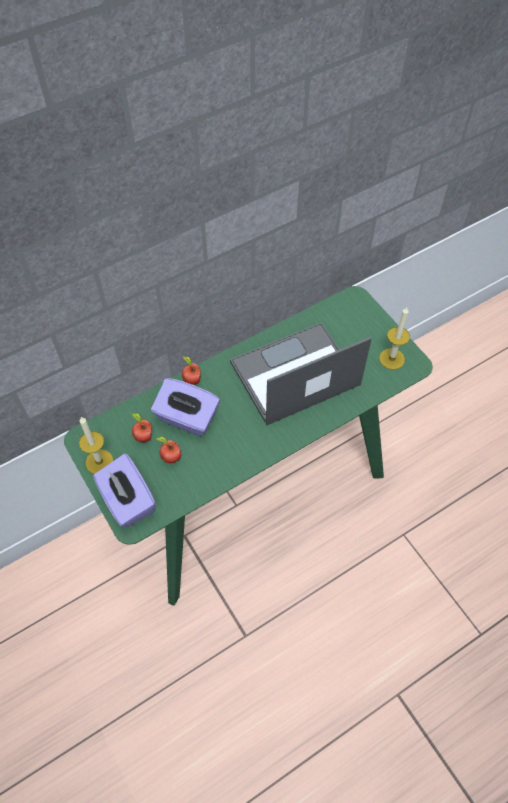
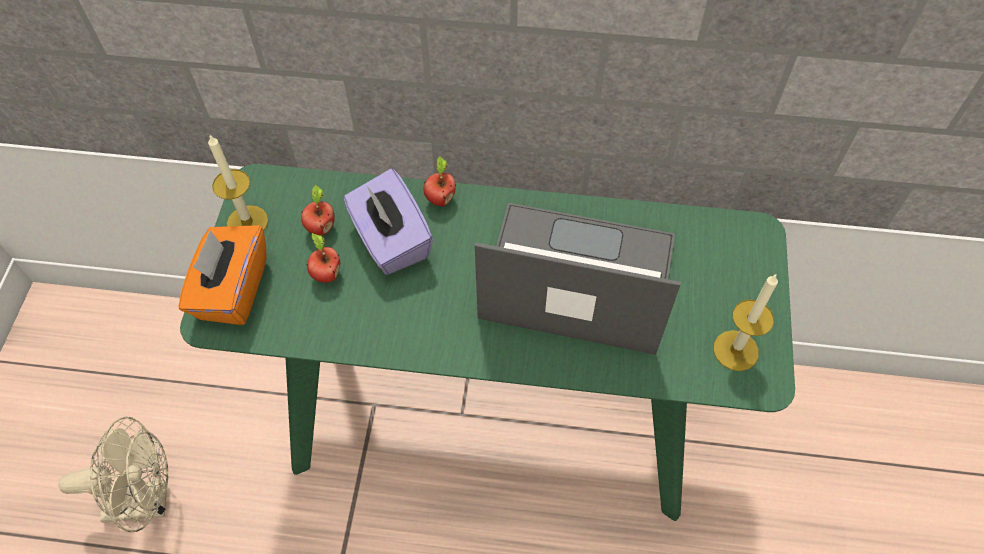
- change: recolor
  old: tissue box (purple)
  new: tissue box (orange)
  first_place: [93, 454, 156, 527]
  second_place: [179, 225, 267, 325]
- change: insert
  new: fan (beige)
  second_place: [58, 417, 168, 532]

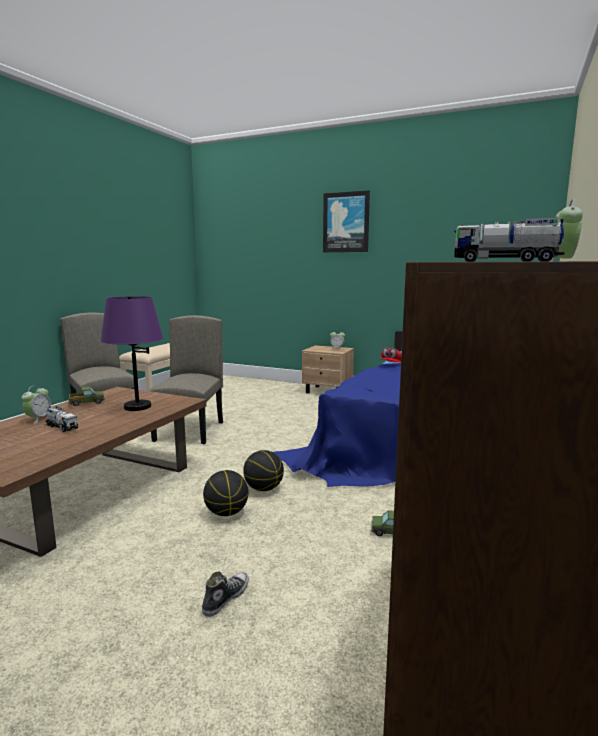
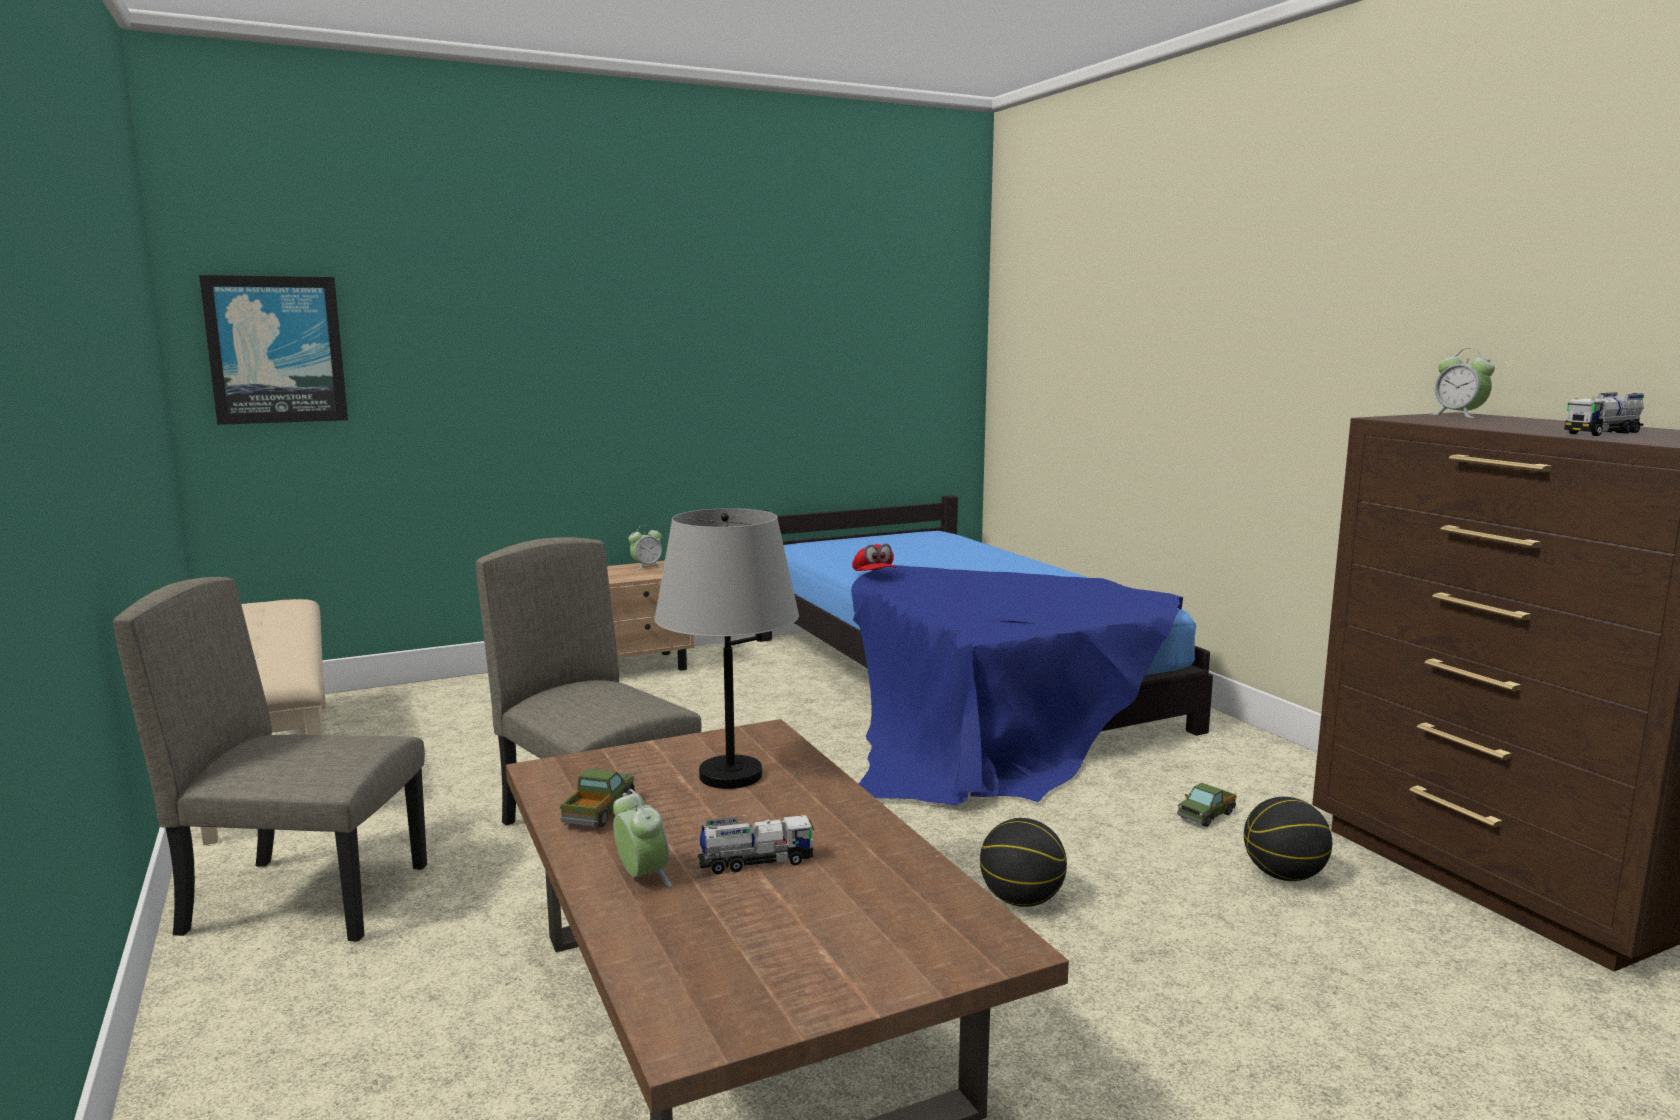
- change: move
  old: picture
  first_place: [323, 190, 370, 252]
  second_place: [199, 275, 348, 425]
- change: recolor
  old: table lamp (purple)
  new: table lamp (grey)
  first_place: [101, 296, 163, 411]
  second_place: [654, 508, 799, 789]
- change: move
  old: basketball
  first_place: [243, 450, 284, 491]
  second_place: [1244, 797, 1332, 881]
- change: delete
  old: shoe
  first_place: [202, 571, 249, 617]

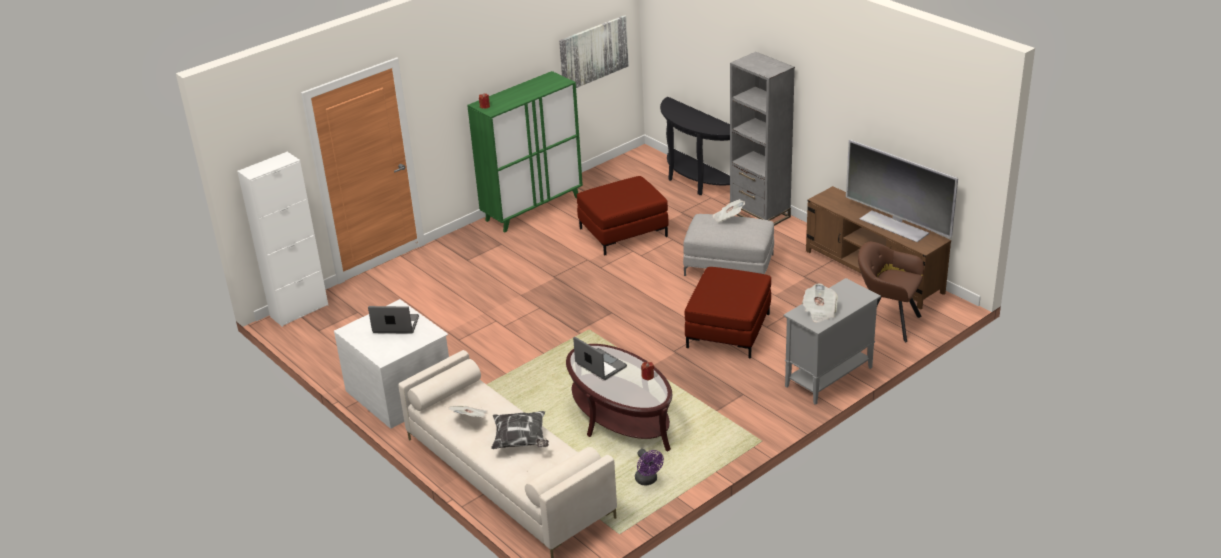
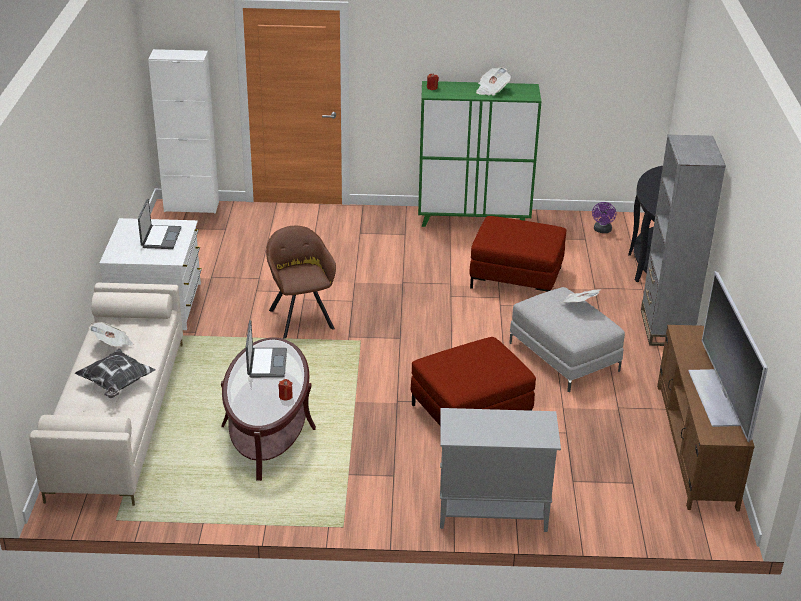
- change: delete
  old: picture
  first_place: [559, 15, 629, 88]
- change: move
  old: armchair (brown)
  first_place: [858, 242, 924, 342]
  second_place: [266, 226, 336, 338]
- change: move
  old: newspaper
  first_place: [802, 283, 838, 322]
  second_place: [476, 67, 511, 96]
- change: rotate
  old: laptop
  first_place: [368, 306, 419, 334]
  second_place: [138, 199, 182, 249]
  degrees: 45
- change: move
  old: fan (purple)
  first_place: [635, 449, 664, 485]
  second_place: [592, 202, 616, 233]

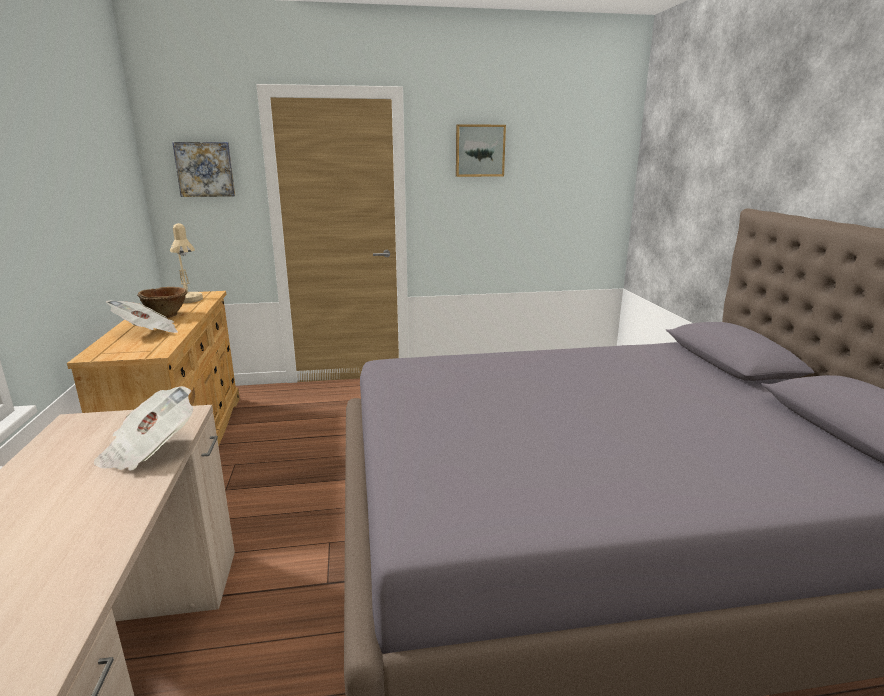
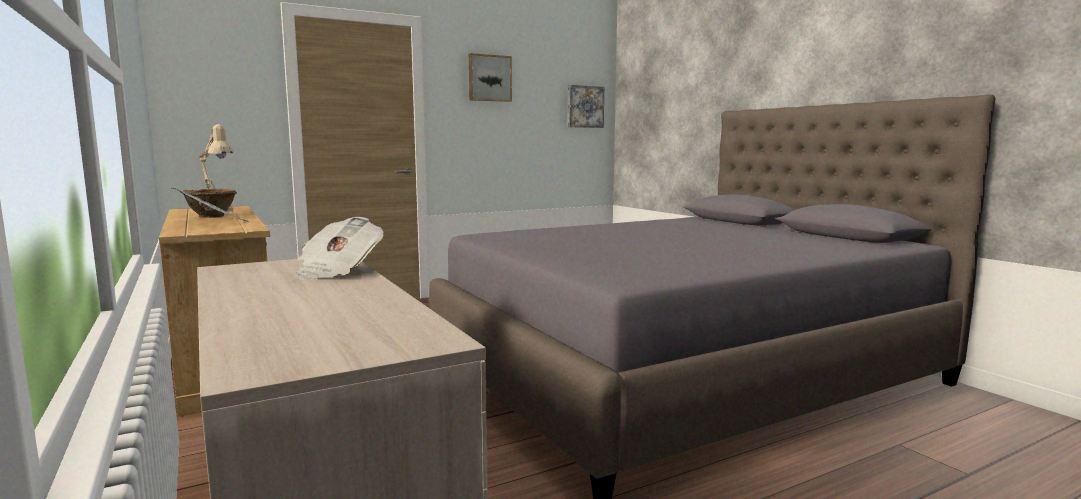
- change: move
  old: picture
  first_place: [172, 142, 235, 197]
  second_place: [568, 85, 604, 128]

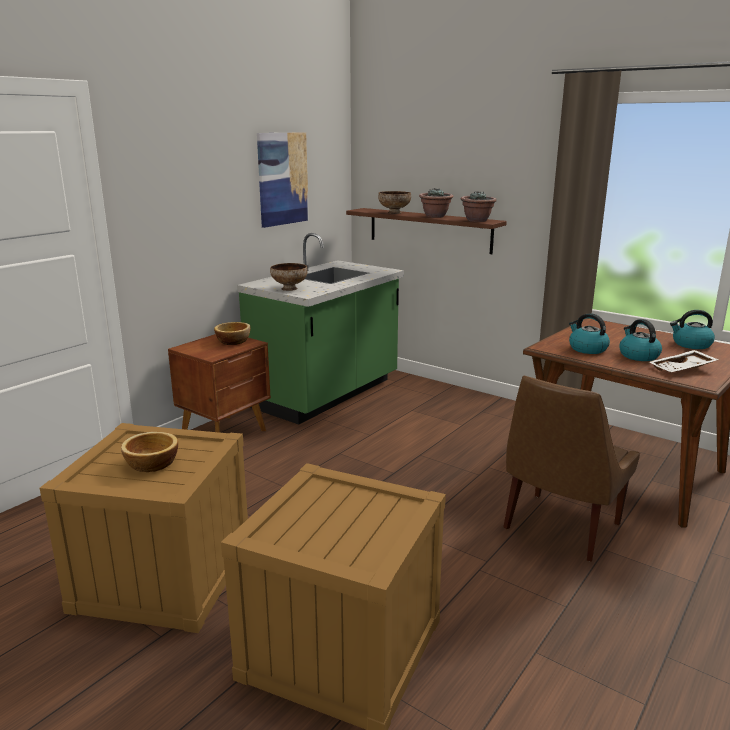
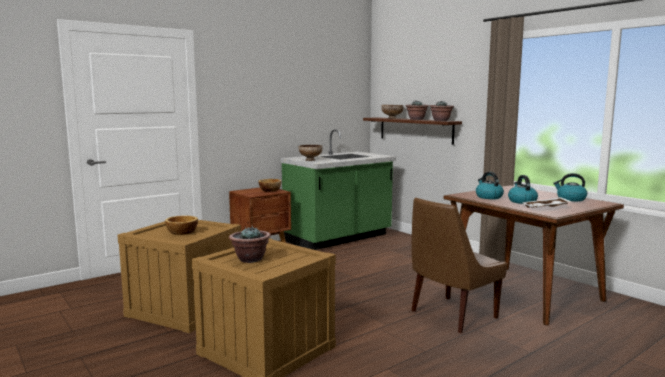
- change: delete
  old: picture
  first_place: [257, 132, 309, 228]
- change: insert
  new: potted plant
  second_place: [229, 226, 271, 263]

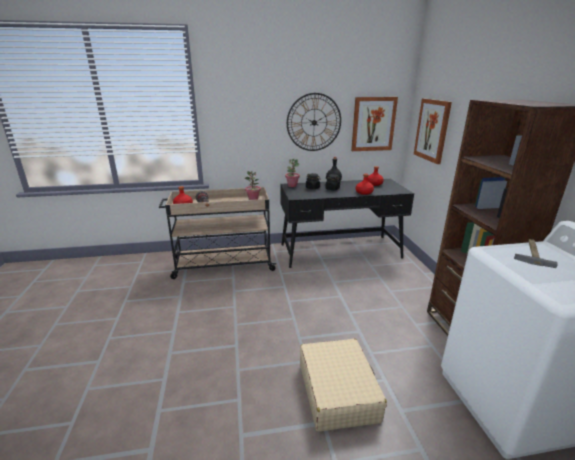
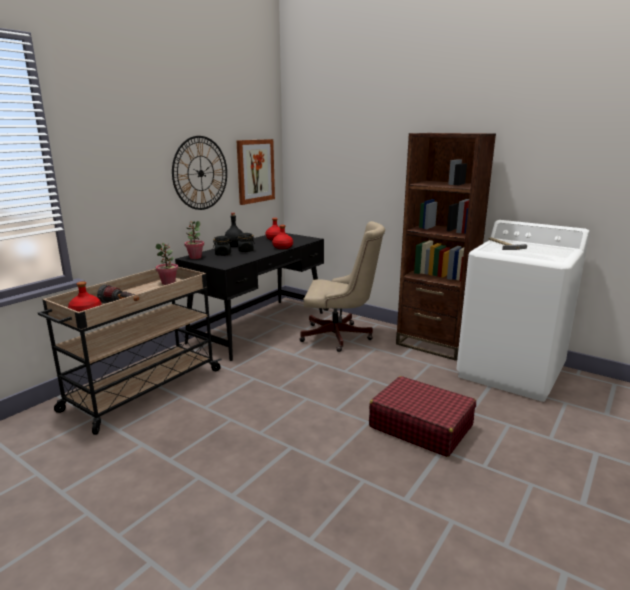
- change: delete
  old: picture
  first_place: [414, 99, 452, 164]
- change: recolor
  old: suitcase (beige)
  new: suitcase (red)
  first_place: [300, 339, 387, 432]
  second_place: [369, 376, 476, 457]
- change: insert
  new: office chair (beige)
  second_place: [300, 221, 385, 352]

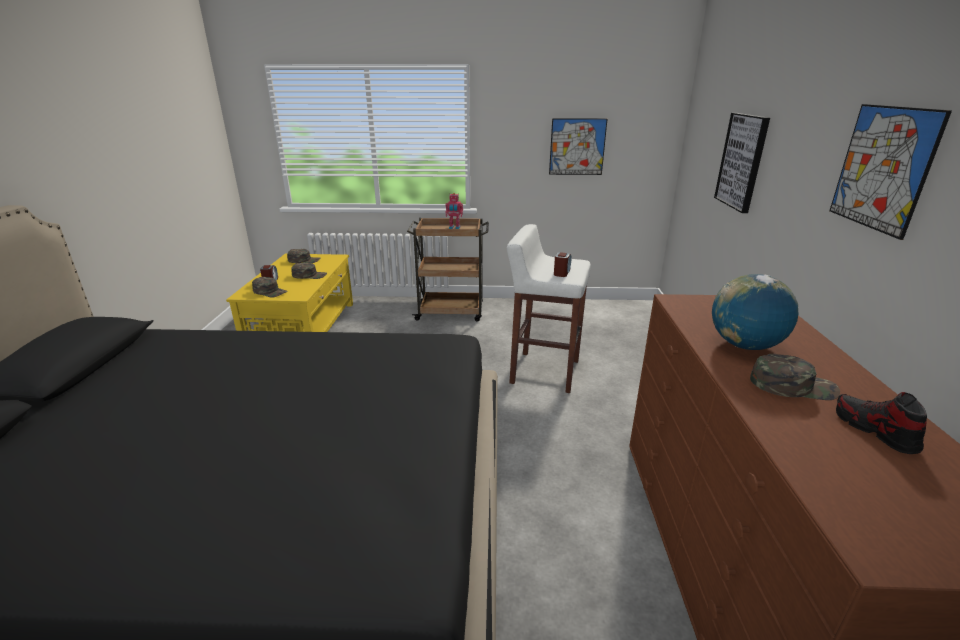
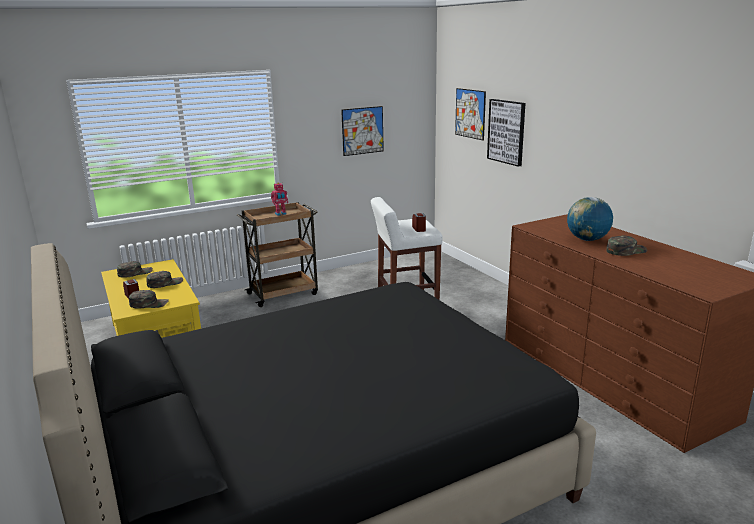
- change: move
  old: picture
  first_place: [830, 104, 952, 240]
  second_place: [455, 88, 486, 141]
- change: delete
  old: shoe
  first_place: [836, 392, 927, 454]

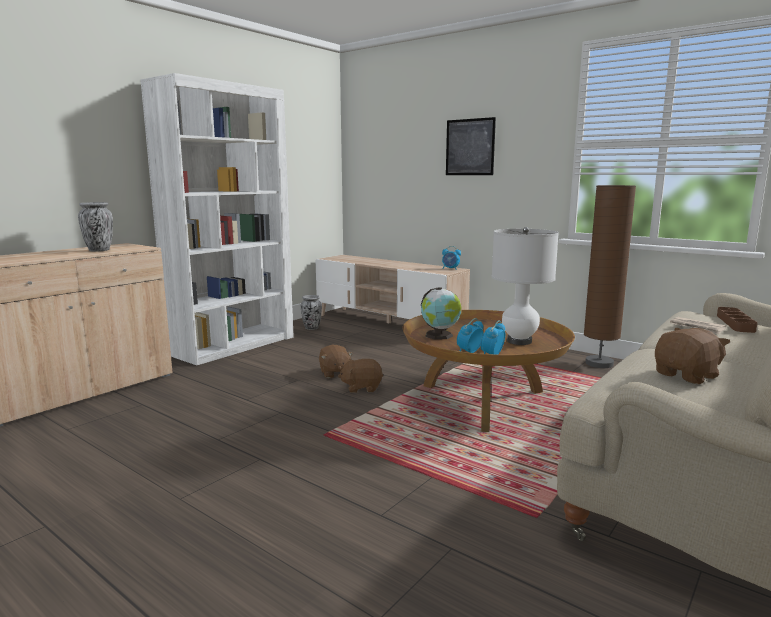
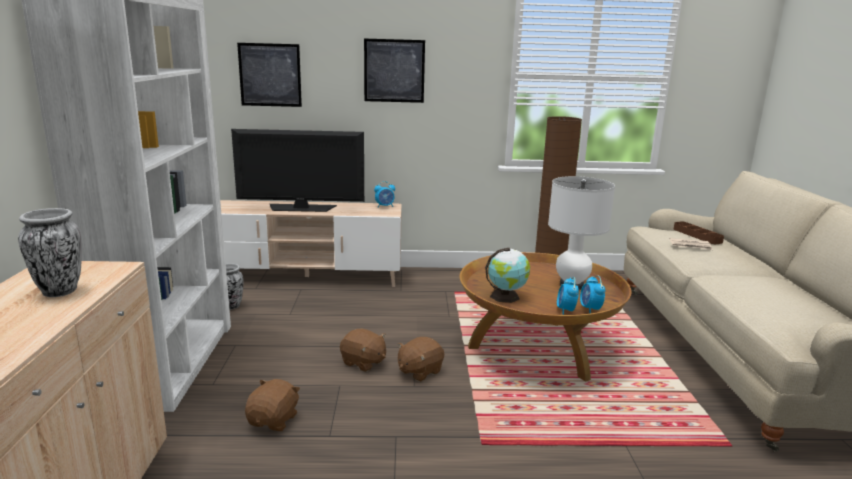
- change: move
  old: plush toy (brown)
  first_place: [655, 328, 730, 384]
  second_place: [245, 379, 300, 431]
- change: insert
  new: picture
  second_place: [237, 43, 302, 107]
- change: insert
  new: television
  second_place: [231, 129, 364, 212]

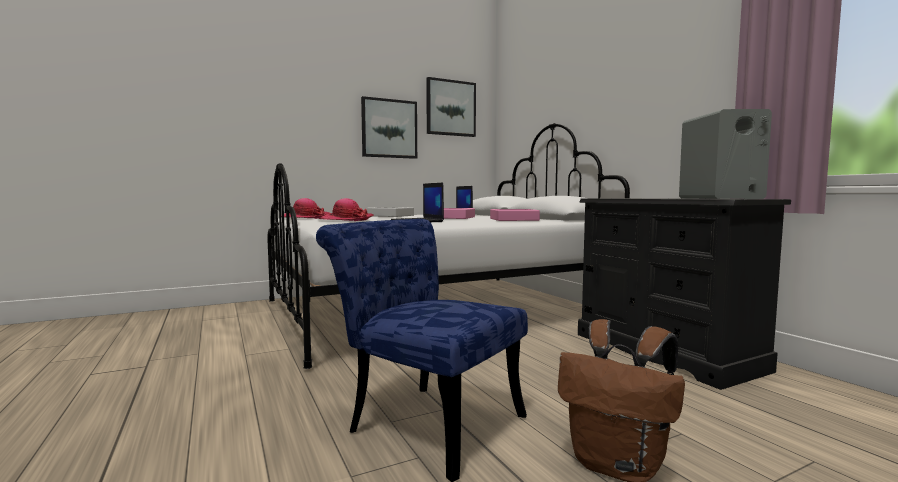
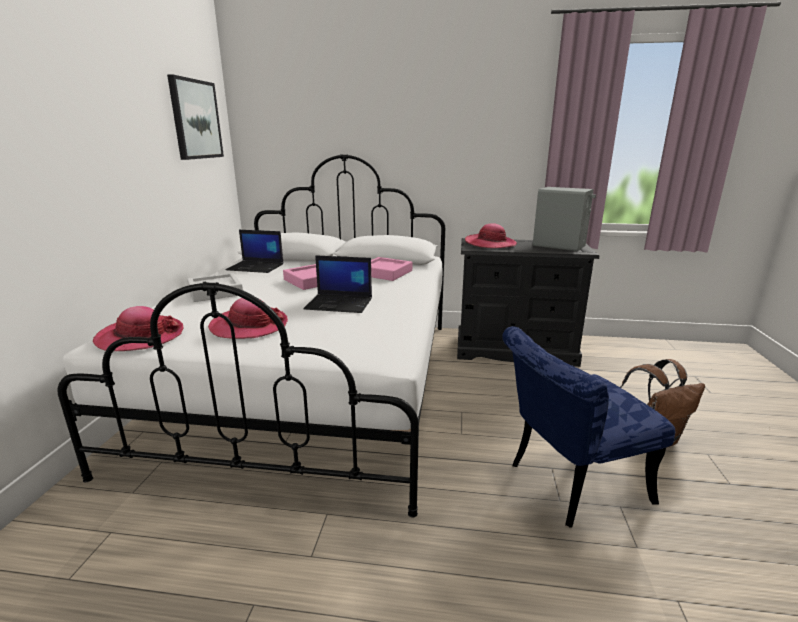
- change: delete
  old: picture
  first_place: [361, 96, 417, 159]
- change: insert
  new: hat
  second_place: [465, 223, 517, 248]

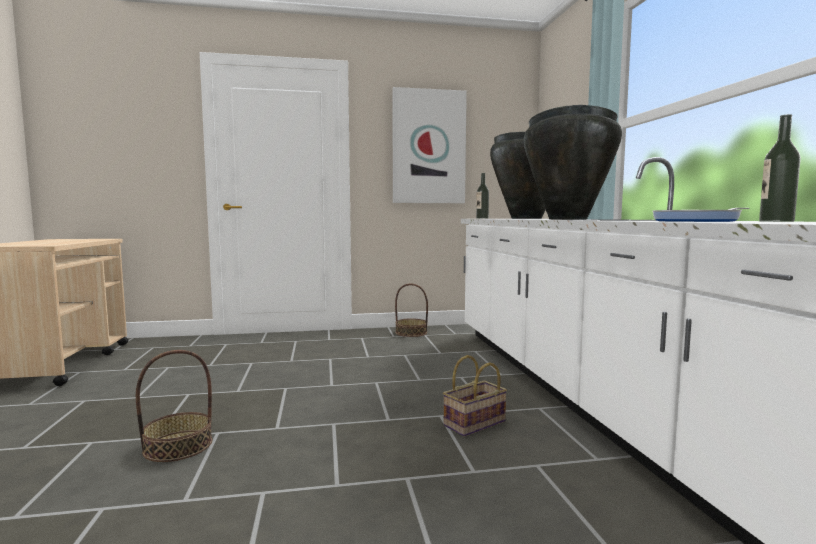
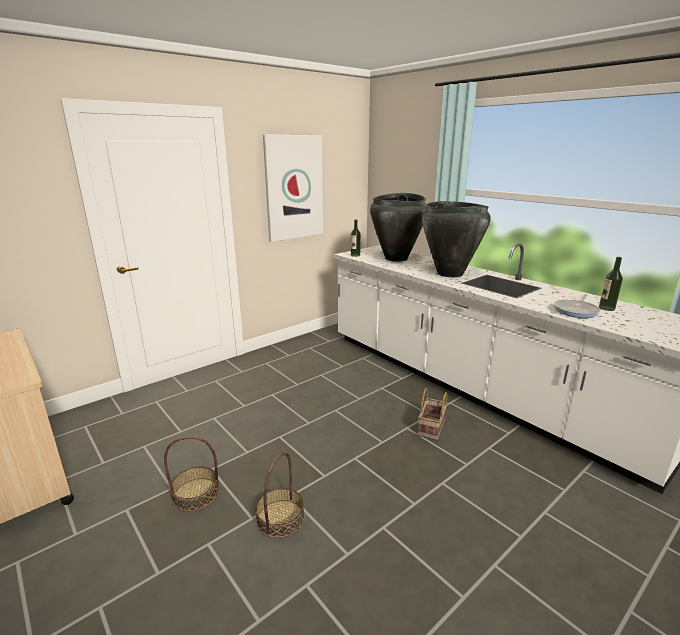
- change: move
  old: basket
  first_place: [395, 283, 428, 337]
  second_place: [164, 436, 219, 512]

